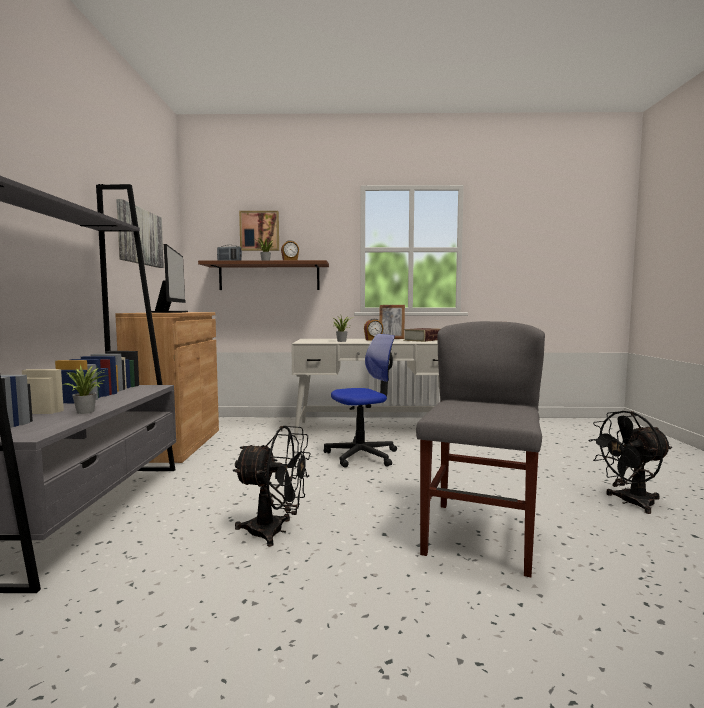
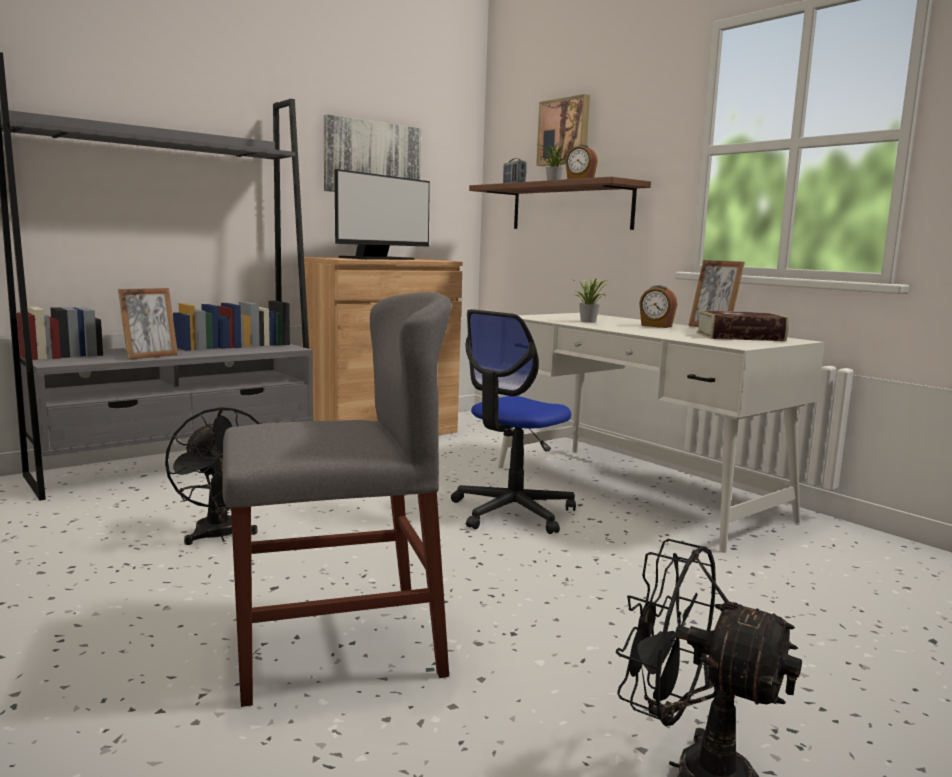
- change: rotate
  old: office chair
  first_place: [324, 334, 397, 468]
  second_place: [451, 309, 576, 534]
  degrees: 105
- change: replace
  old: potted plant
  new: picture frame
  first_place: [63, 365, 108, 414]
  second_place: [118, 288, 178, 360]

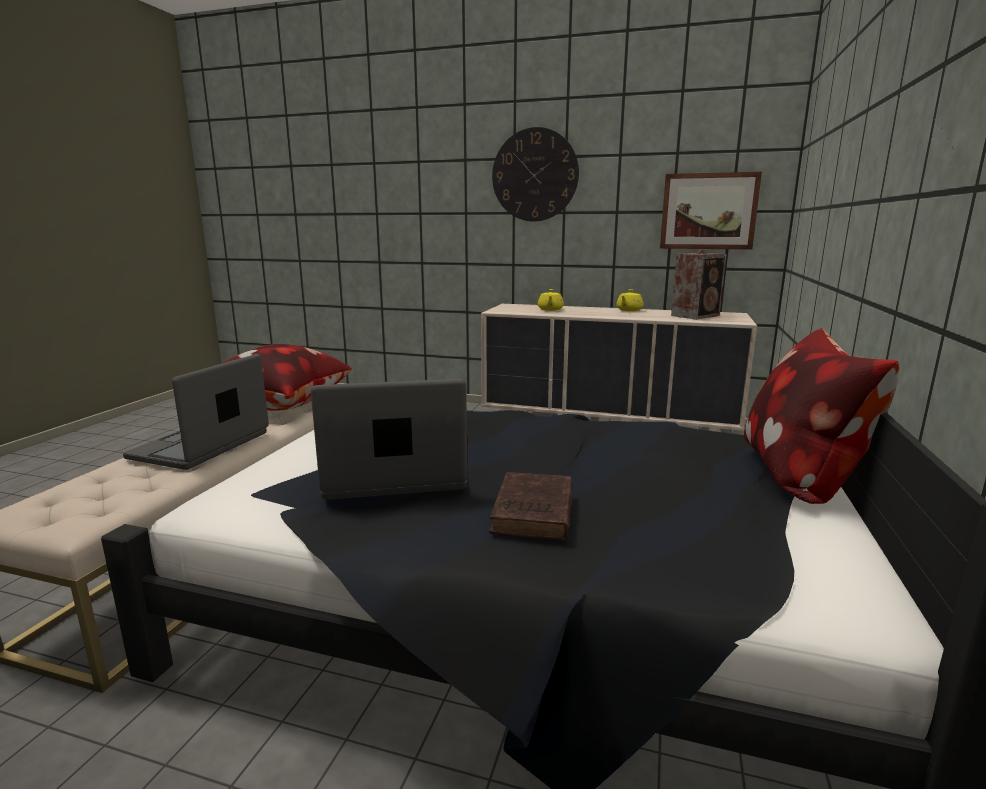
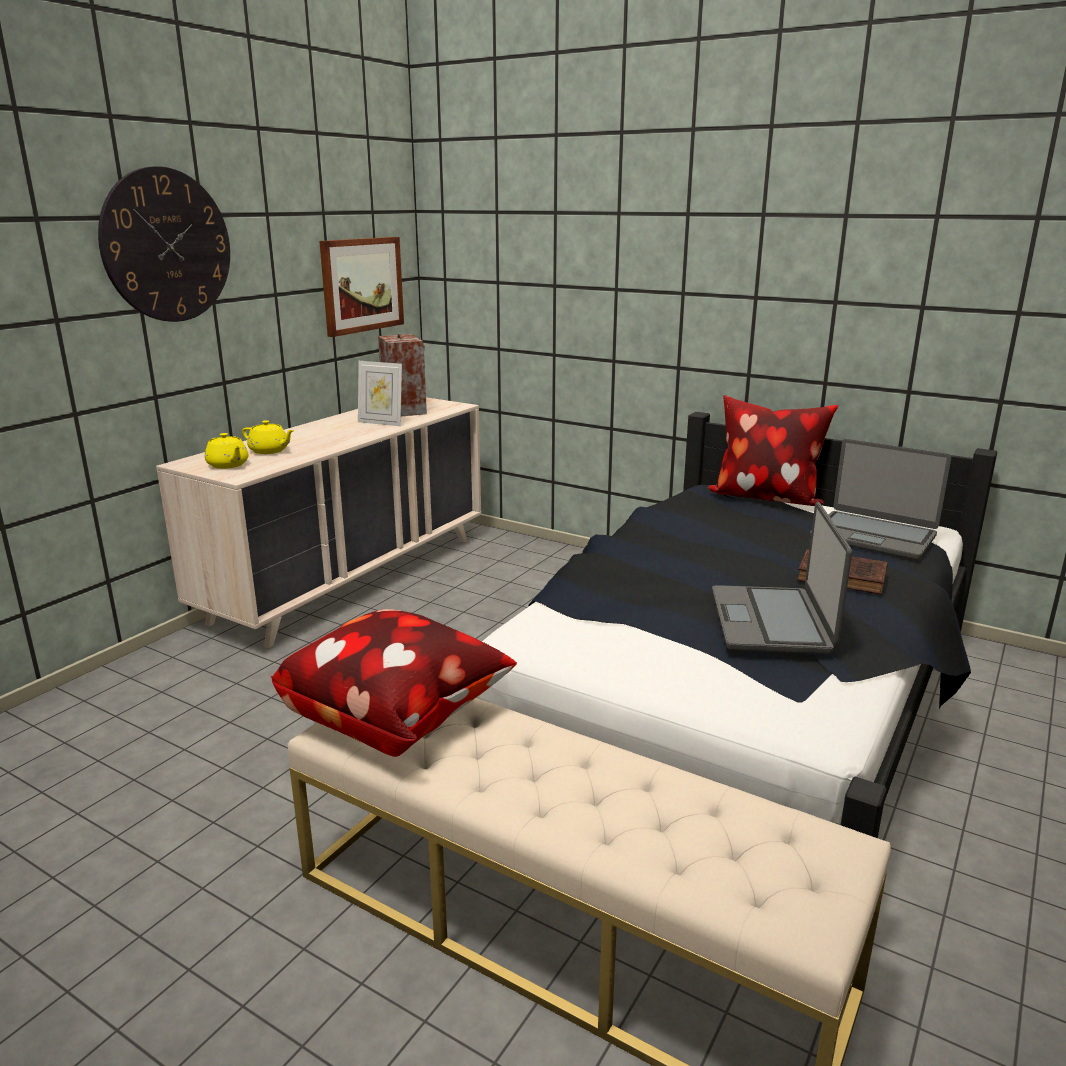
- change: move
  old: teapot (yellow)
  first_place: [616, 289, 643, 311]
  second_place: [205, 433, 248, 469]
- change: move
  old: laptop
  first_place: [123, 354, 269, 470]
  second_place: [810, 439, 951, 560]
- change: insert
  new: picture frame
  second_place: [358, 361, 402, 426]

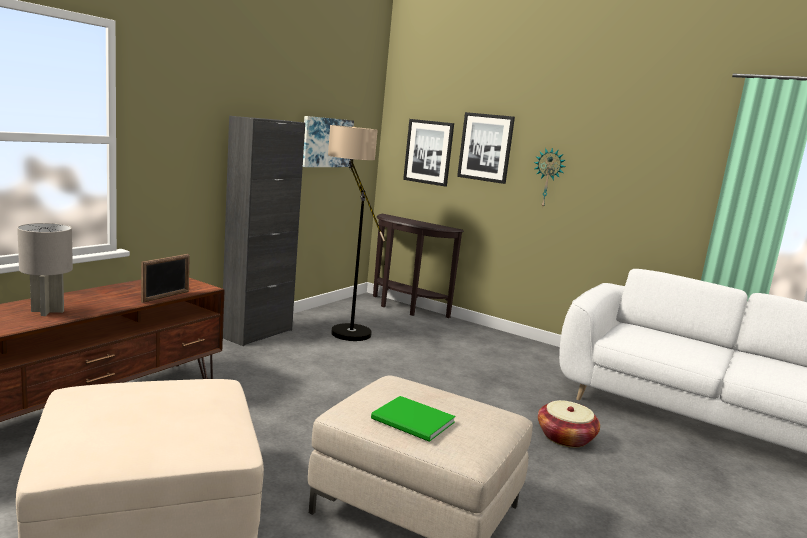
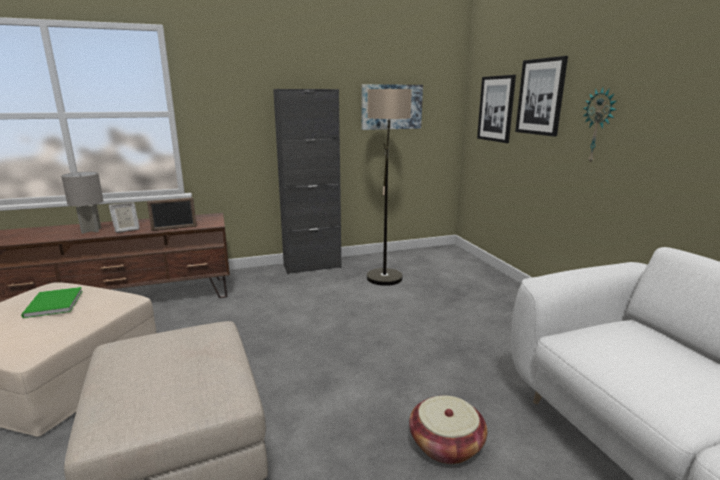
- change: delete
  old: console table (brown)
  first_place: [373, 214, 464, 318]
- change: move
  old: book (green)
  first_place: [371, 396, 456, 442]
  second_place: [21, 287, 83, 318]
- change: insert
  new: picture frame
  second_place: [109, 203, 140, 233]

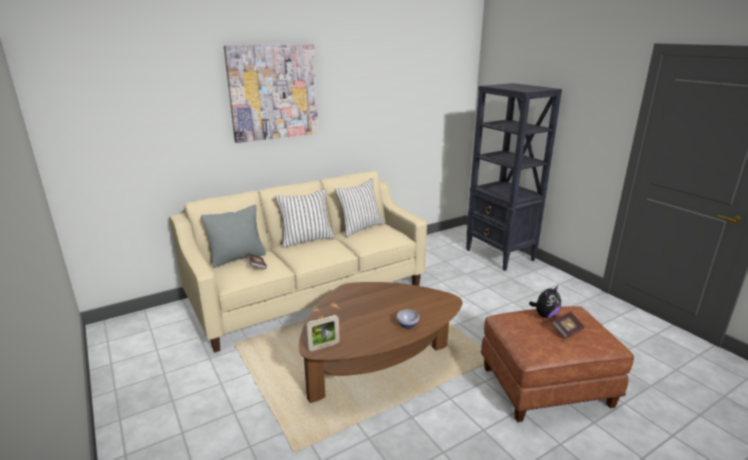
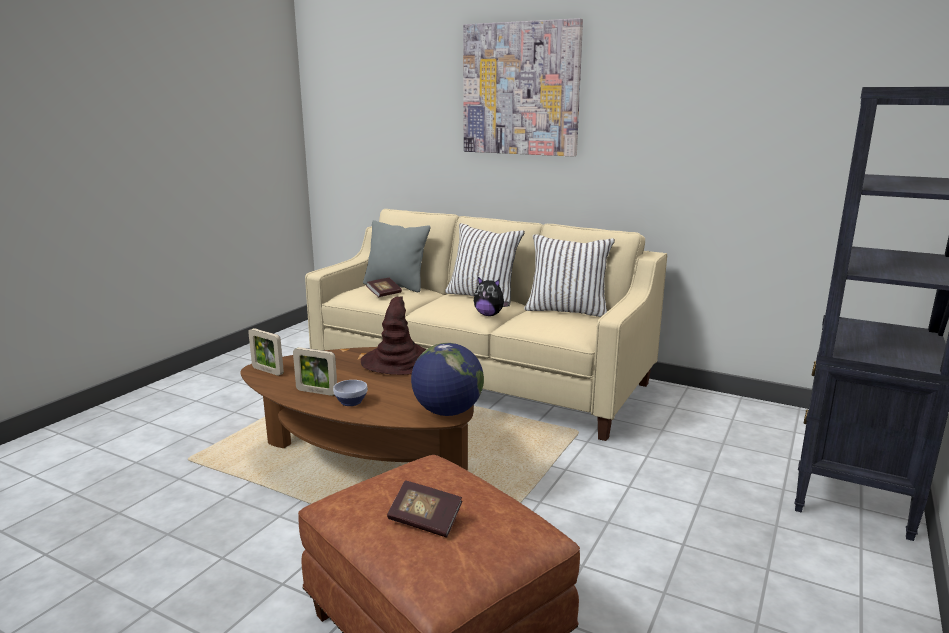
- change: move
  old: plush toy
  first_place: [529, 286, 561, 318]
  second_place: [474, 277, 509, 316]
- change: insert
  new: hat (brown)
  second_place: [361, 296, 426, 375]
- change: insert
  new: globe
  second_place: [411, 343, 484, 416]
- change: insert
  new: picture frame
  second_place: [293, 347, 337, 396]

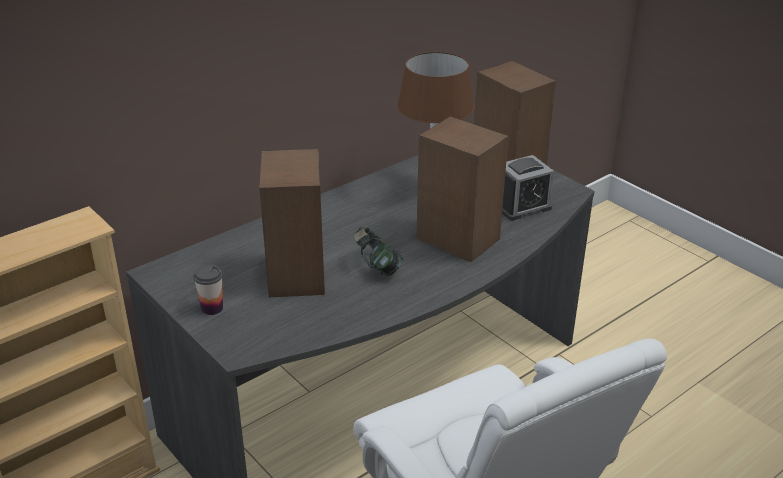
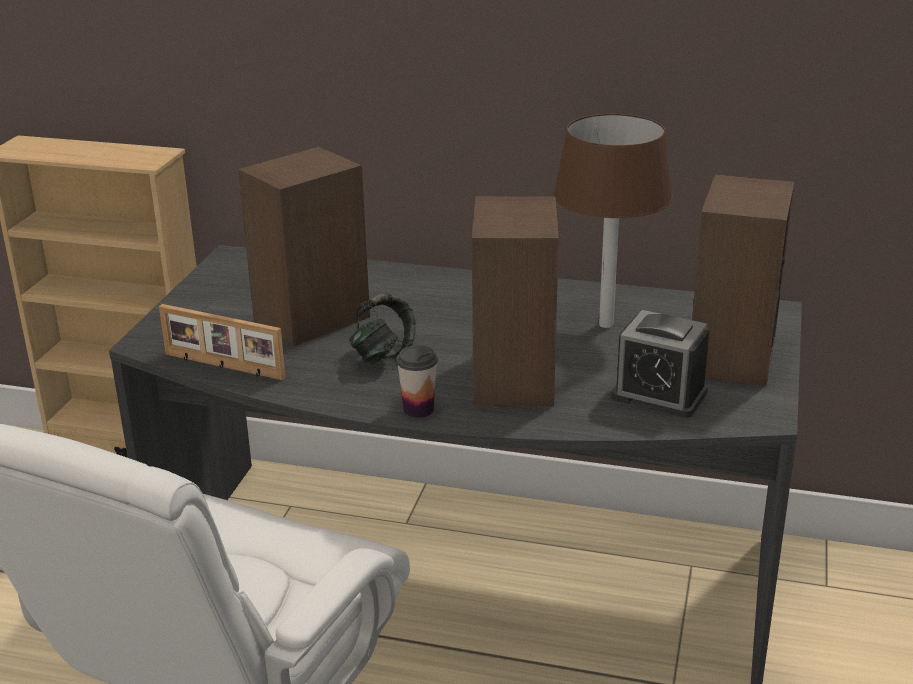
- change: move
  old: cup
  first_place: [193, 265, 223, 315]
  second_place: [396, 345, 438, 418]
- change: insert
  new: picture frame
  second_place: [159, 304, 285, 380]

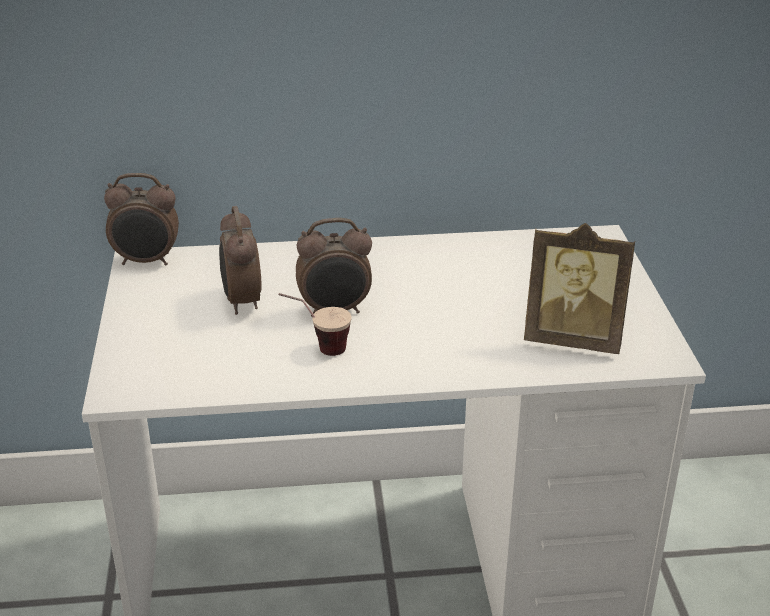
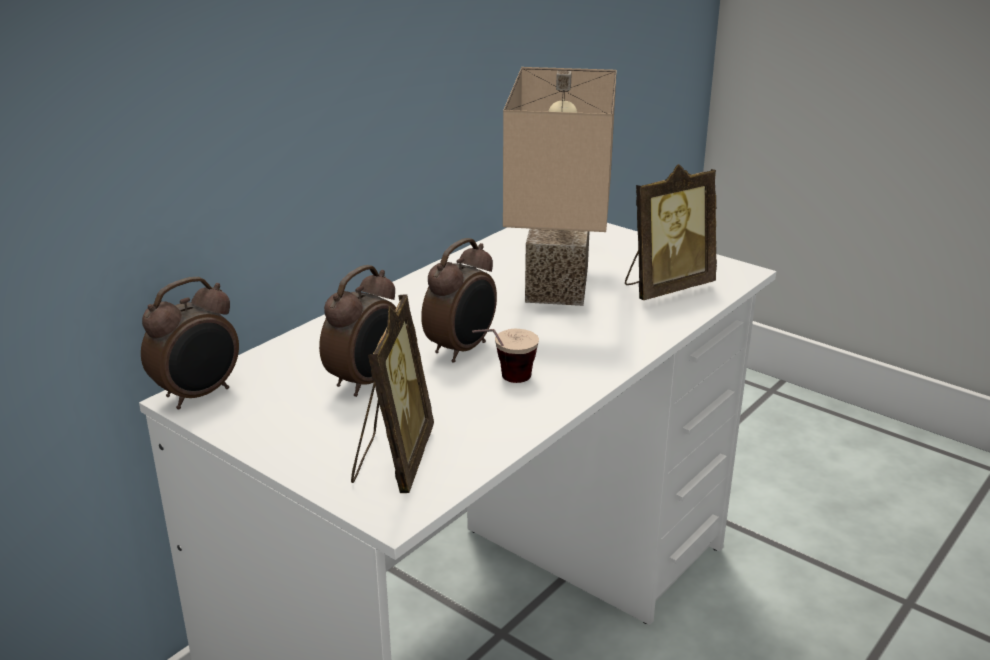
- change: rotate
  old: alarm clock
  first_place: [219, 206, 262, 315]
  second_place: [319, 265, 396, 397]
  degrees: -90
- change: insert
  new: table lamp (beige)
  second_place: [503, 67, 617, 306]
- change: insert
  new: picture frame
  second_place: [351, 294, 434, 493]

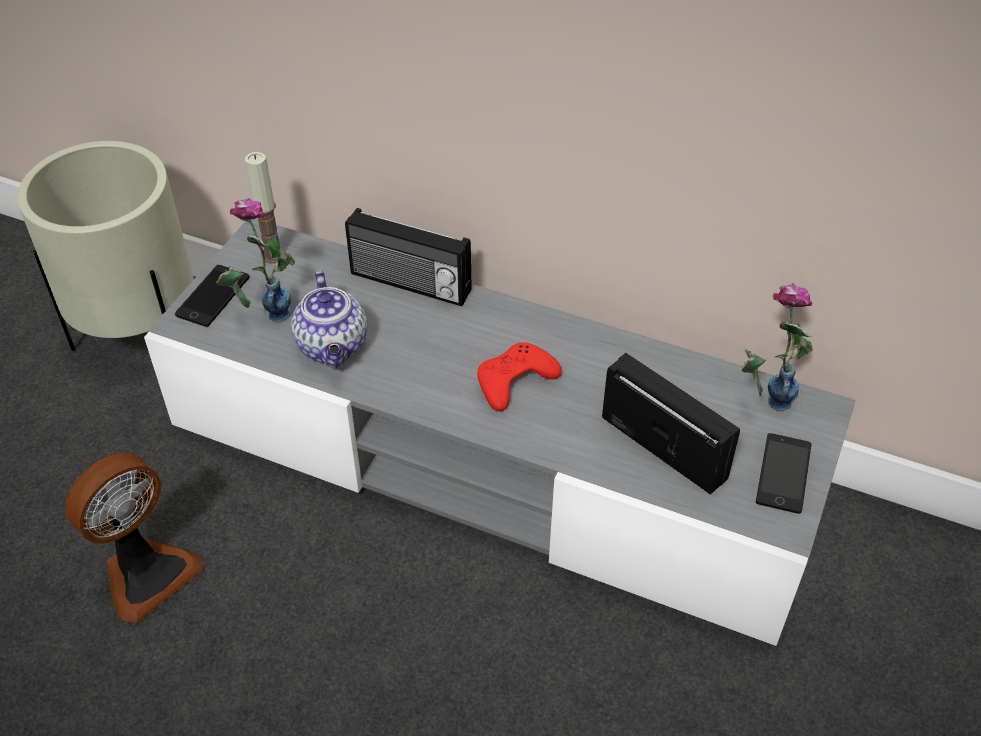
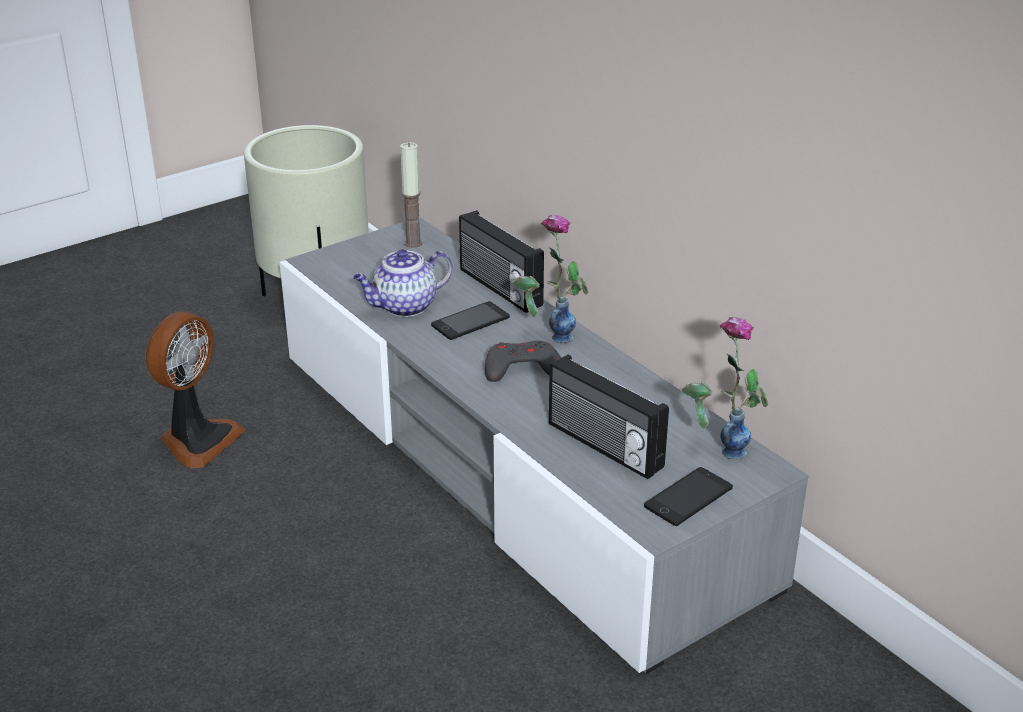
- change: move
  old: vase
  first_place: [217, 198, 295, 323]
  second_place: [512, 215, 588, 343]
- change: move
  old: phone
  first_place: [175, 265, 250, 327]
  second_place: [431, 301, 510, 340]
- change: rotate
  old: teapot
  first_place: [291, 271, 367, 368]
  second_place: [353, 249, 453, 317]
  degrees: 45
- change: recolor
  old: game controller (red)
  new: game controller (grey)
  first_place: [477, 342, 562, 411]
  second_place: [485, 341, 561, 382]
- change: rotate
  old: radio
  first_place: [602, 353, 740, 495]
  second_place: [549, 355, 669, 479]
  degrees: 150
- change: rotate
  old: fan
  first_place: [65, 453, 203, 623]
  second_place: [146, 311, 246, 468]
  degrees: -45

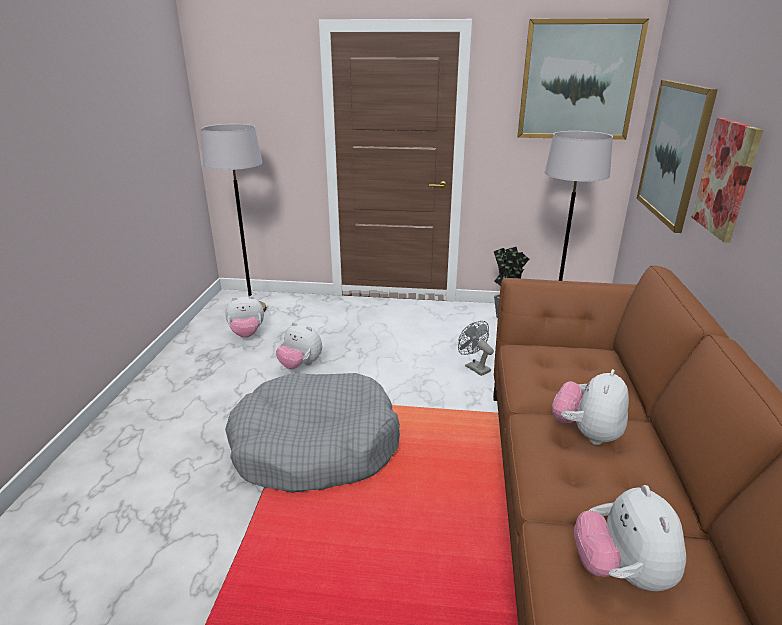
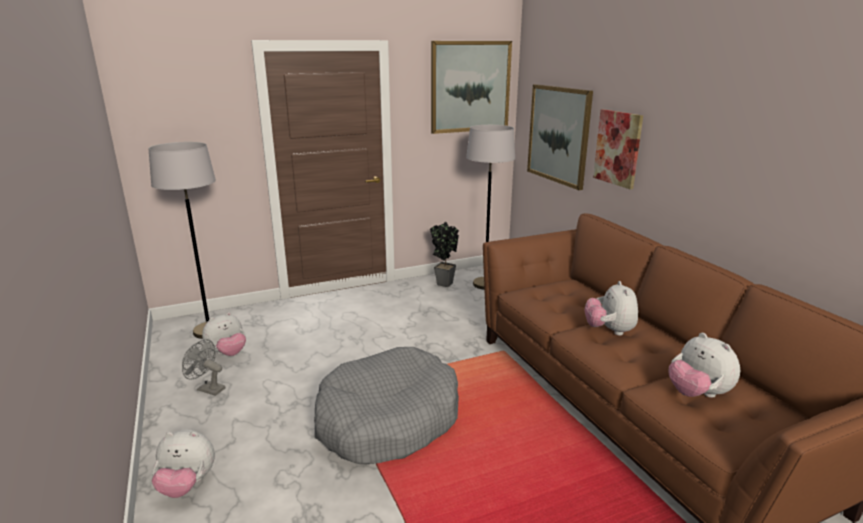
- change: move
  old: fan (grey)
  first_place: [458, 321, 494, 376]
  second_place: [182, 339, 225, 396]
- change: move
  old: plush toy
  first_place: [276, 322, 322, 369]
  second_place: [152, 430, 215, 498]

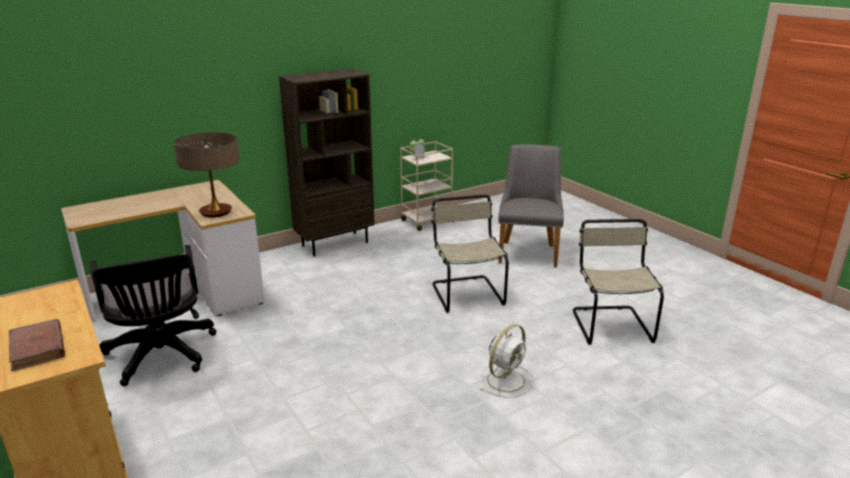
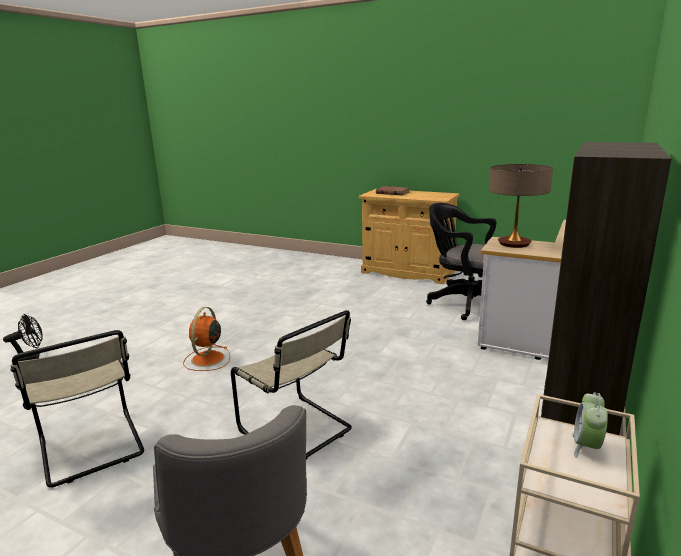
- change: recolor
  old: fan (white)
  new: fan (orange)
  first_place: [480, 324, 534, 398]
  second_place: [183, 307, 230, 371]
- change: insert
  new: fan (black)
  second_place: [3, 314, 43, 361]

